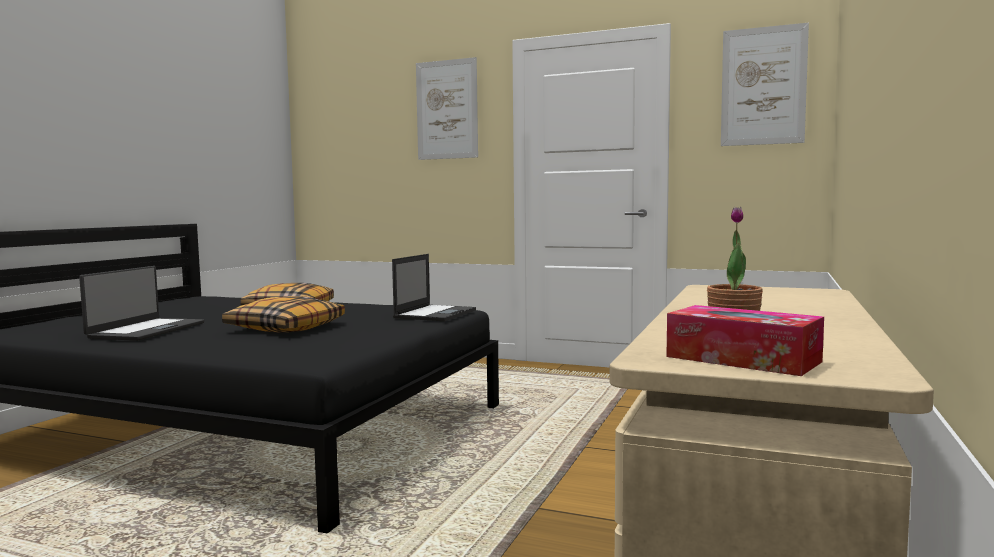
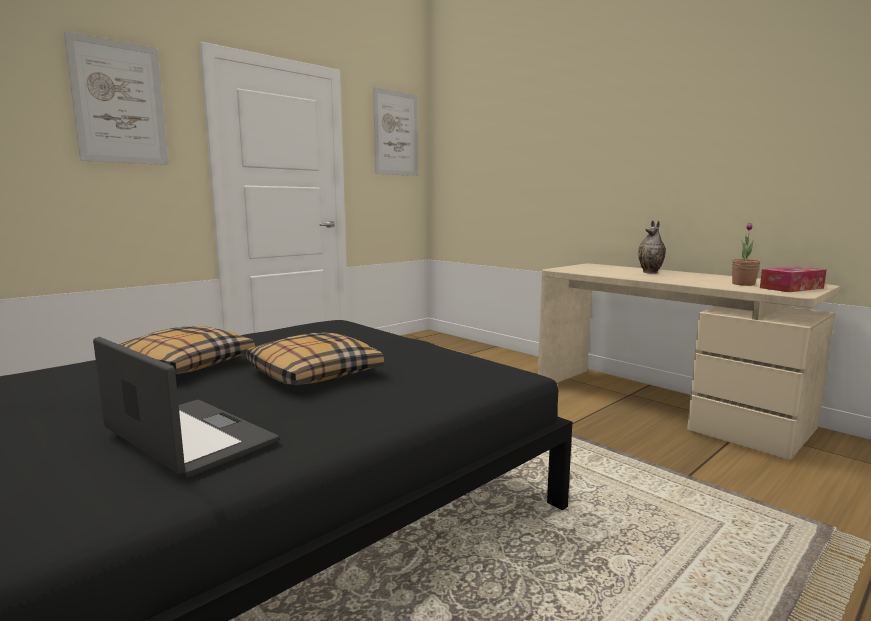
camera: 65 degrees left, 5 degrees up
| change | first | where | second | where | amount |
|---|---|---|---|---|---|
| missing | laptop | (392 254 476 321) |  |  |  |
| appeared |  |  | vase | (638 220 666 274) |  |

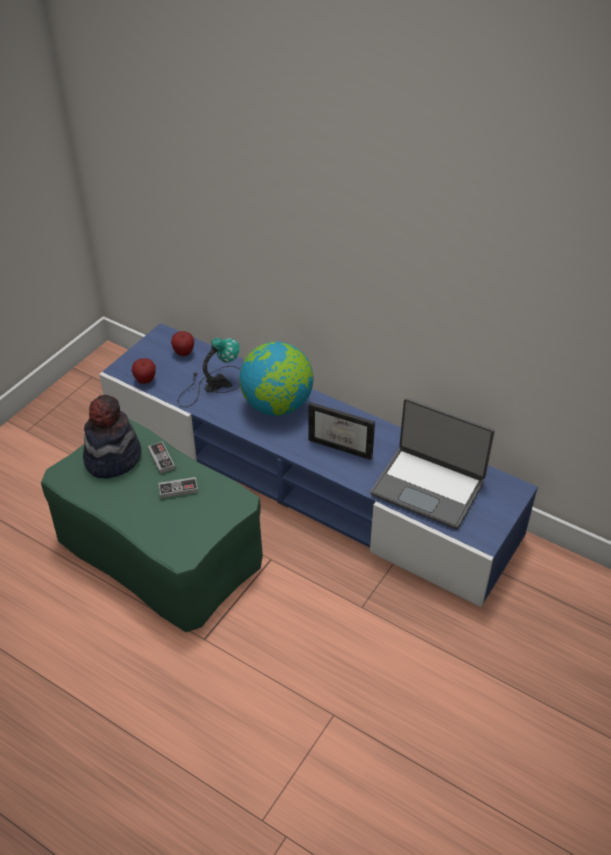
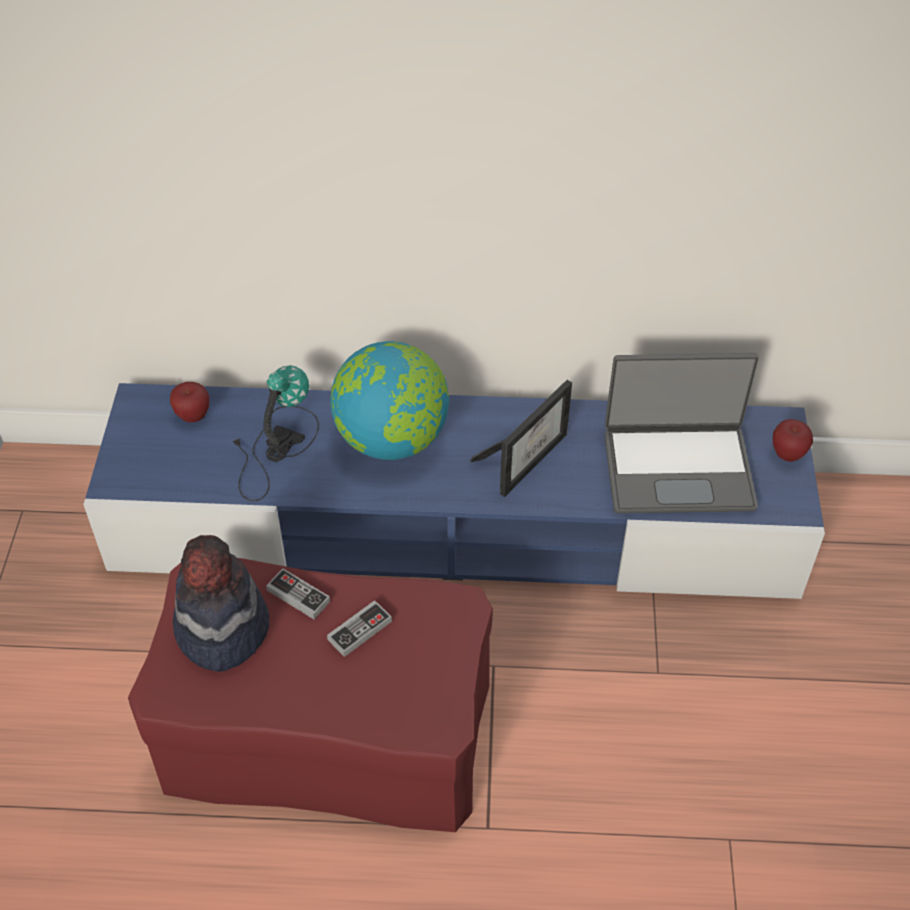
camera: 30 degrees left, 5 degrees up
| change | first | where | second | where | amount |
|---|---|---|---|---|---|
| relocated | apple | (132 358 156 384) |  | (773 419 813 462) |  |
| colour | green ottoman | (41 418 263 632) | red ottoman | (128 558 493 832) |  |
| spun | picture frame | (309 402 375 460) |  | (470 380 572 497) | 45 degrees counterclockwise |

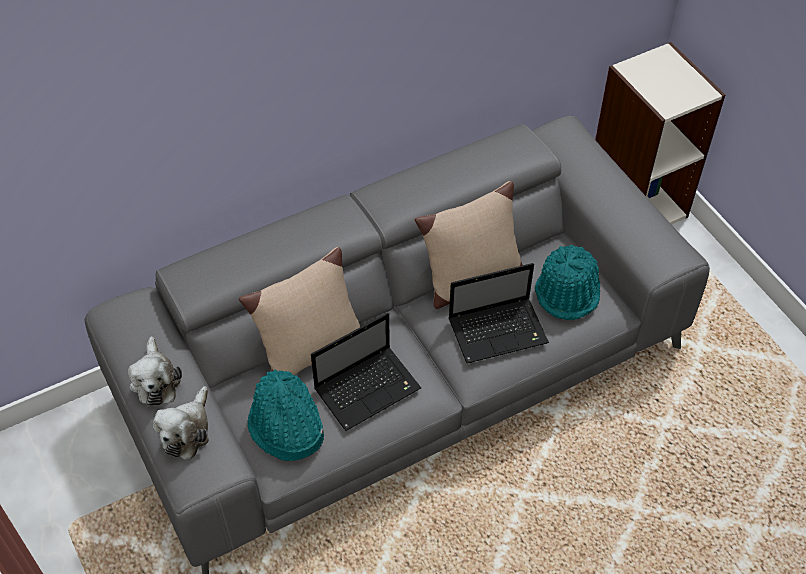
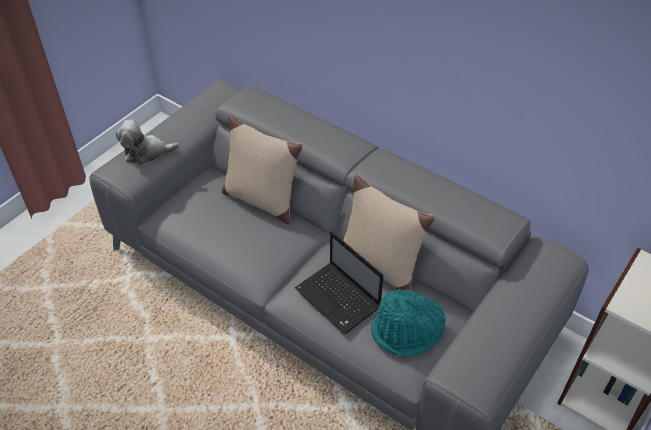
camera: 65 degrees right, 5 degrees down
| change | first | where | second | where | amount |
|---|---|---|---|---|---|
| missing | plush toy | (128 336 182 407) |  |  |  |
| missing | turquoise hat | (247 370 324 461) |  |  |  |
| missing | laptop | (311 313 421 431) |  |  |  |

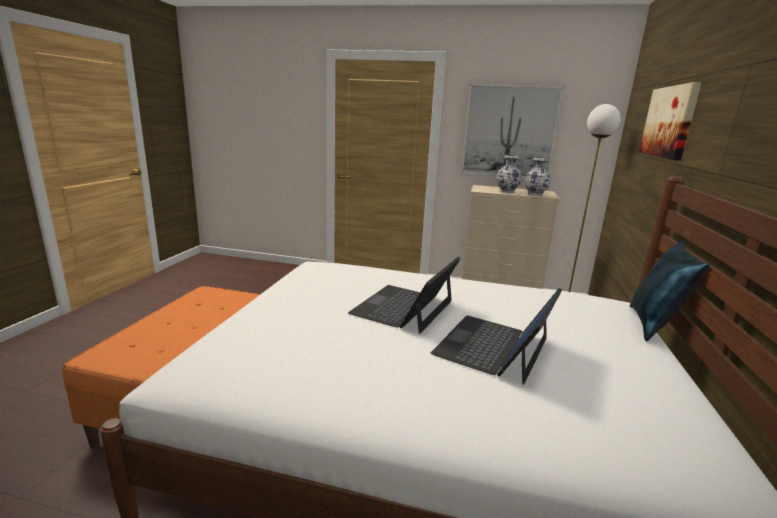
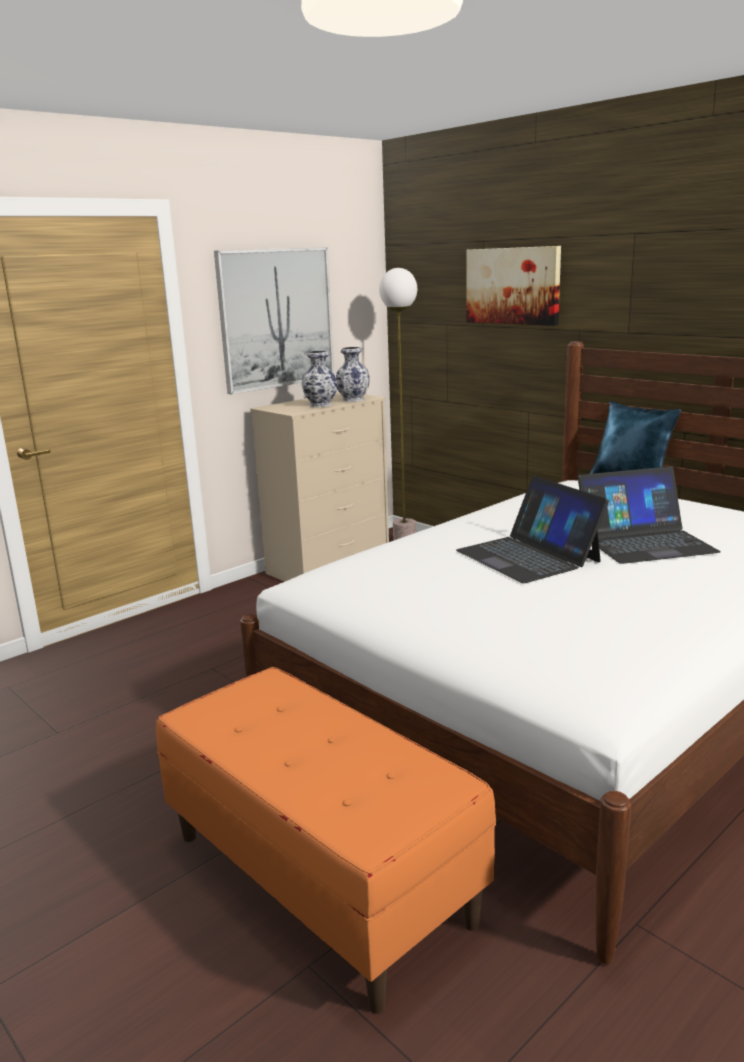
camera: 55 degrees left, 0 degrees up
| change | first | where | second | where | amount |
|---|---|---|---|---|---|
| spun | laptop | (431 288 562 385) |  | (578 466 721 564) | 75 degrees counterclockwise |

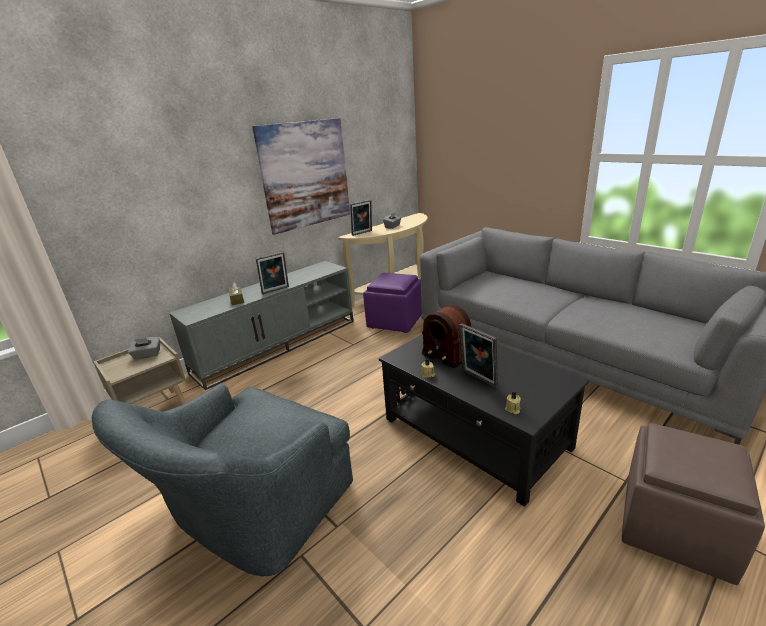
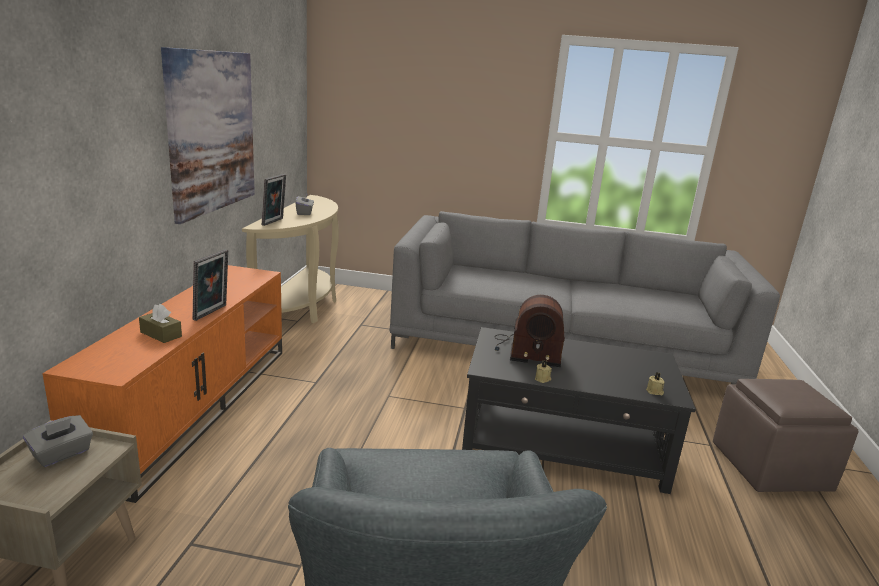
camera: 40 degrees left, 5 degrees down
| change | first | where | second | where | amount |
|---|---|---|---|---|---|
| missing | purple ottoman | (363 273 422 333) |  |  |  |
| missing | picture frame | (459 323 498 388) |  |  |  |
| colour | grey tv stand | (169 261 354 390) | orange tv stand | (42 265 282 503) |  |

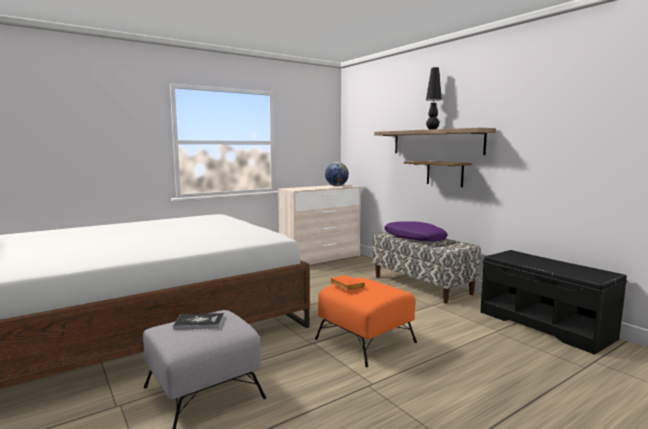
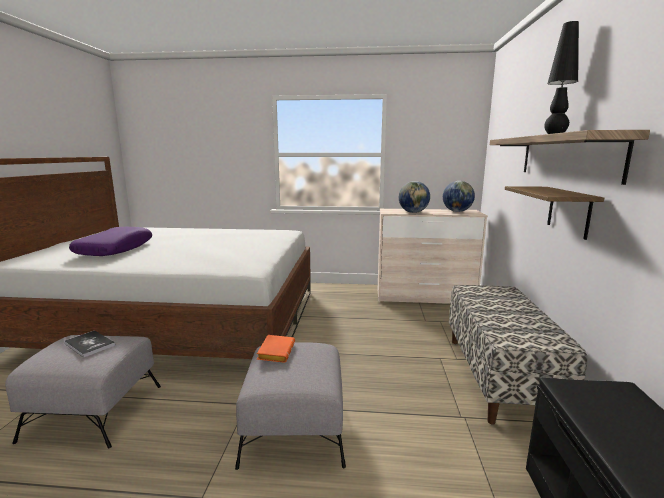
camera: 40 degrees right, 5 degrees up
| change | first | where | second | where | amount |
|---|---|---|---|---|---|
| appeared |  |  | globe | (399 181 430 213) |  |
| relocated | purple pillow | (384 221 447 242) |  | (69 227 152 256) |  |
| colour | orange ottoman | (315 278 417 367) | grey ottoman | (235 342 346 470) |  |

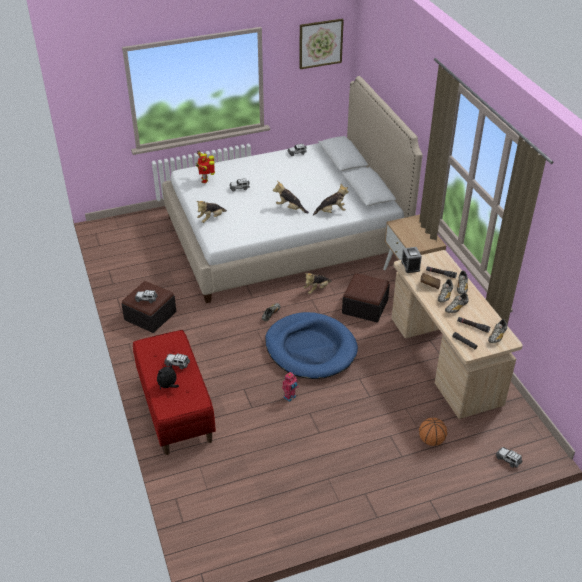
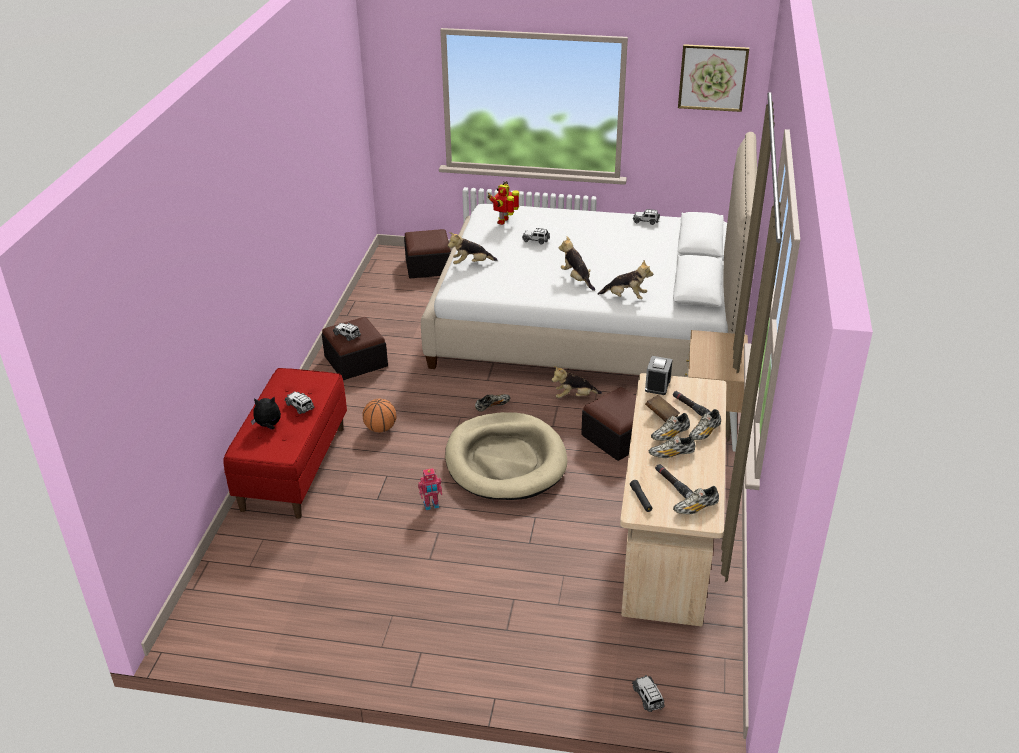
camera: 30 degrees right, 5 degrees down
| change | first | where | second | where | amount |
|---|---|---|---|---|---|
| appeared |  |  | ottoman | (404 229 451 278) |  |
| relocated | basketball | (419 418 447 446) |  | (363 399 396 433) |  |
| colour | blue dog bed | (265 312 358 379) | beige dog bed | (445 412 567 500) |  |

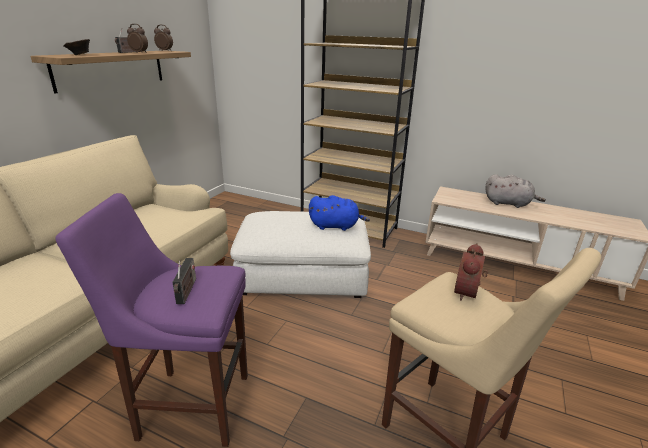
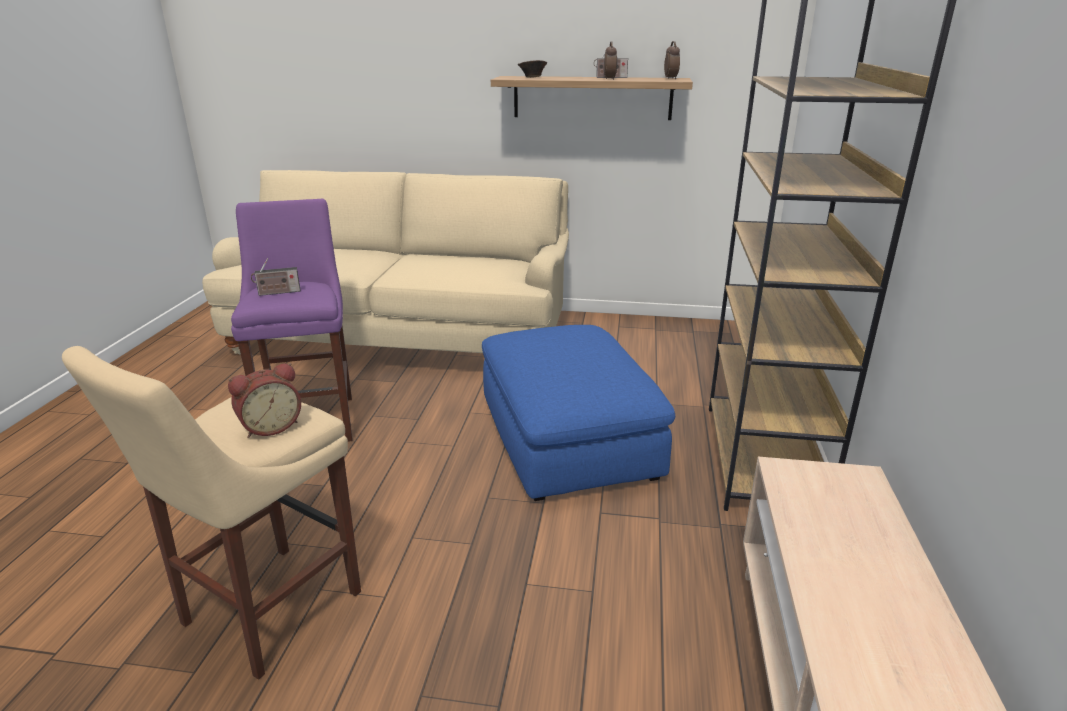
camera: 75 degrees right, 0 degrees up
| change | first | where | second | where | amount |
|---|---|---|---|---|---|
| missing | blue plush toy | (309 195 370 231) |  |  |  |
| missing | grey plush toy | (485 174 546 208) |  |  |  |
| colour | white ottoman | (230 211 371 298) | blue ottoman | (482 325 675 501) |  |
| spun | alarm clock | (454 243 488 301) |  | (228 363 301 438) | 135 degrees clockwise |

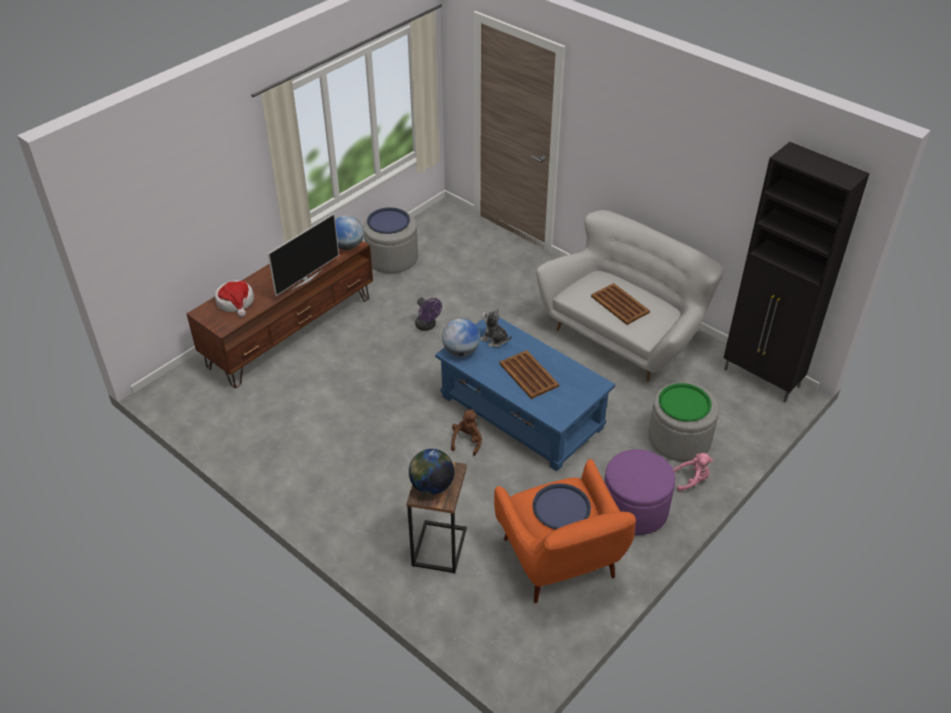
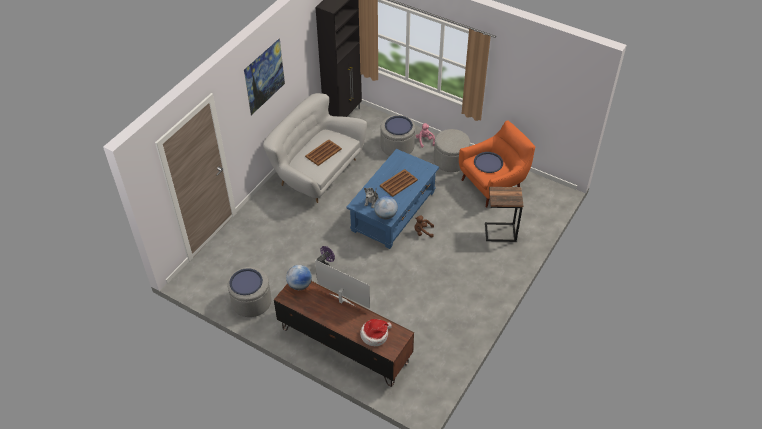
camera: 100 degrees left, 5 degrees up
| change | first | where | second | where | amount |
|---|---|---|---|---|---|
| missing | globe | (409 449 454 495) |  |  |  |
| appeared |  |  | picture | (244 38 285 115) |  |
| colour | purple ottoman | (604 449 675 535) | grey ottoman | (434 129 470 172) |  |
| colour | green tray | (659 383 711 422) | blue tray | (385 116 413 135) |  |

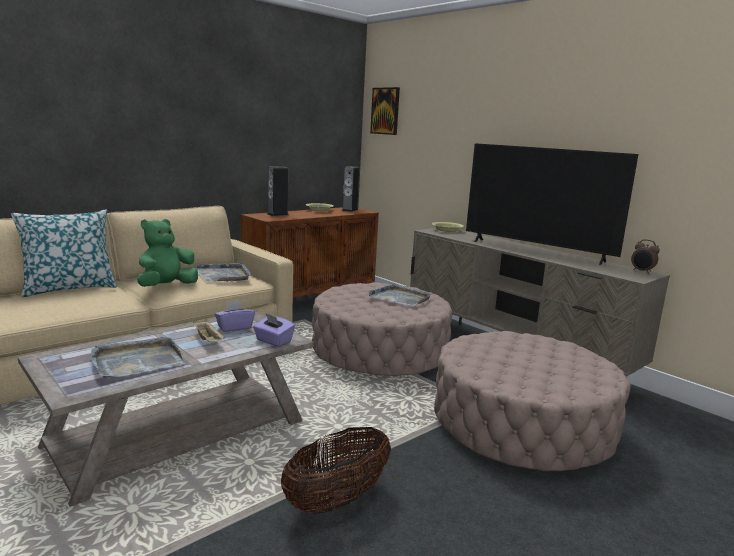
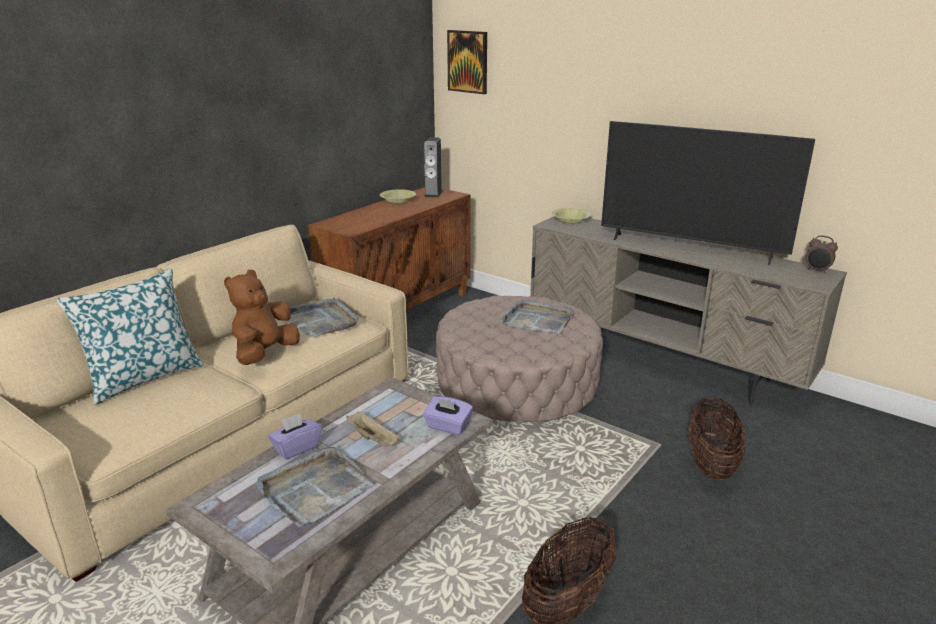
camera: 10 degrees left, 10 degrees up
| change | first | where | second | where | amount |
|---|---|---|---|---|---|
| missing | speaker | (267 166 289 216) |  |  |  |
| relocated | purple tissue box | (215 300 255 332) |  | (268 413 322 460) |  |
| exchanged | beige ottoman | (434 331 631 471) | basket | (688 397 745 480) |  |
| colour | green plush toy | (137 219 198 287) | brown plush toy | (224 270 300 365) |  |

